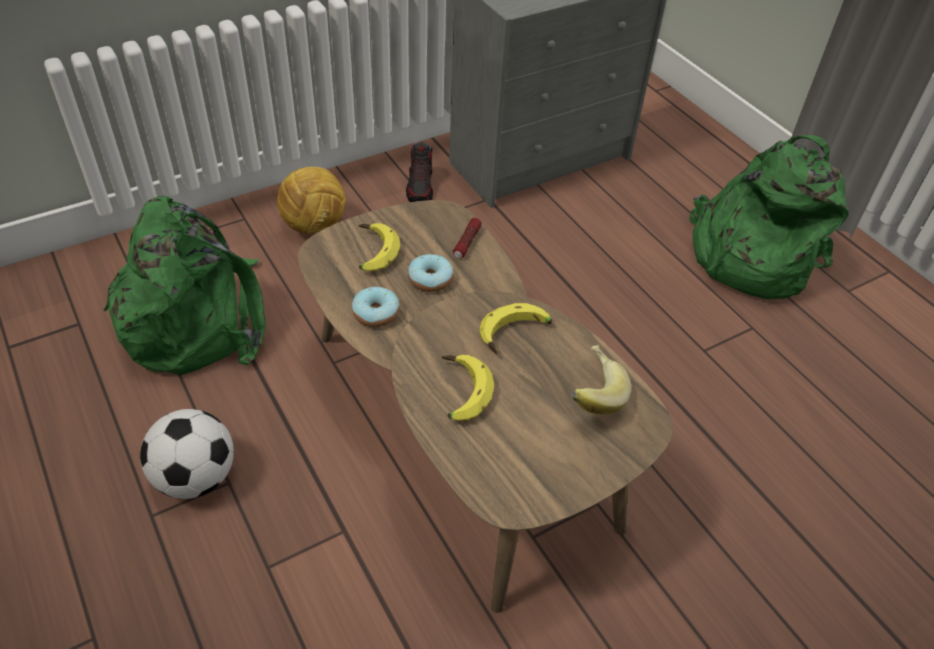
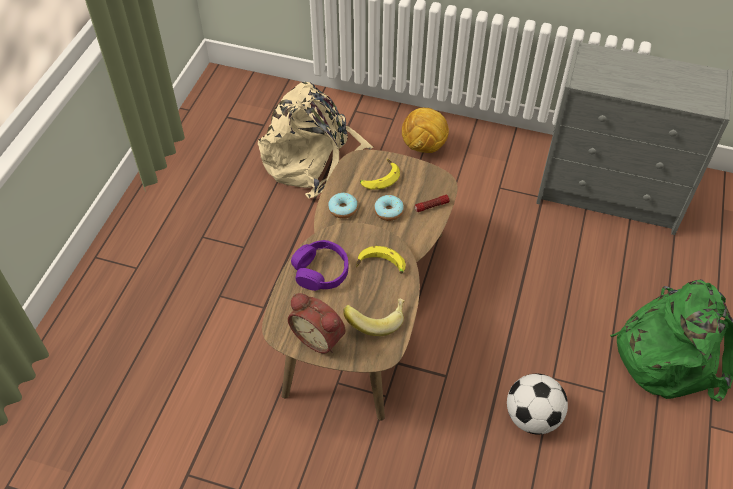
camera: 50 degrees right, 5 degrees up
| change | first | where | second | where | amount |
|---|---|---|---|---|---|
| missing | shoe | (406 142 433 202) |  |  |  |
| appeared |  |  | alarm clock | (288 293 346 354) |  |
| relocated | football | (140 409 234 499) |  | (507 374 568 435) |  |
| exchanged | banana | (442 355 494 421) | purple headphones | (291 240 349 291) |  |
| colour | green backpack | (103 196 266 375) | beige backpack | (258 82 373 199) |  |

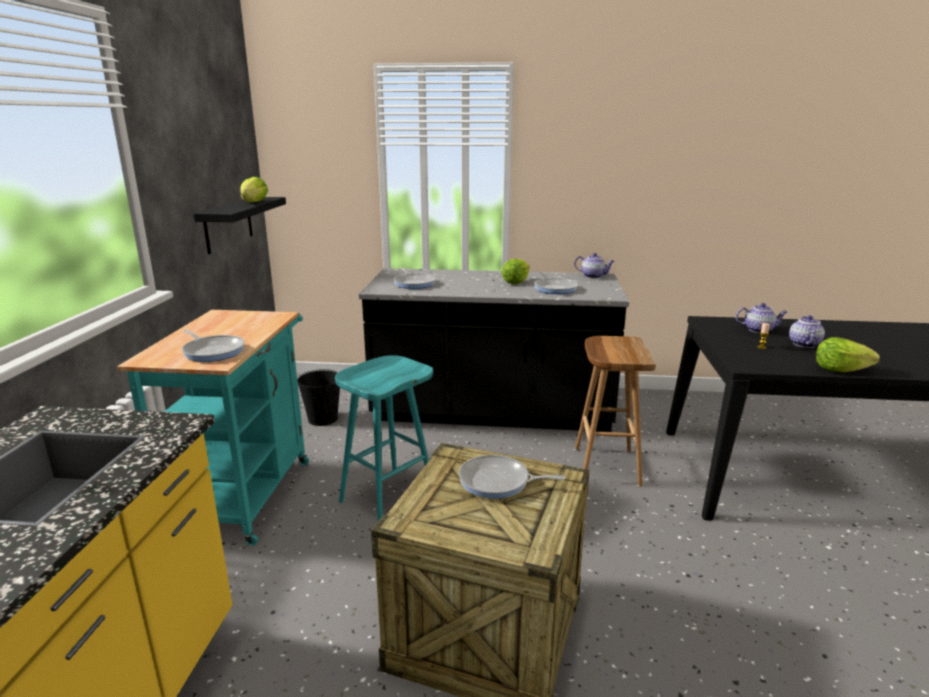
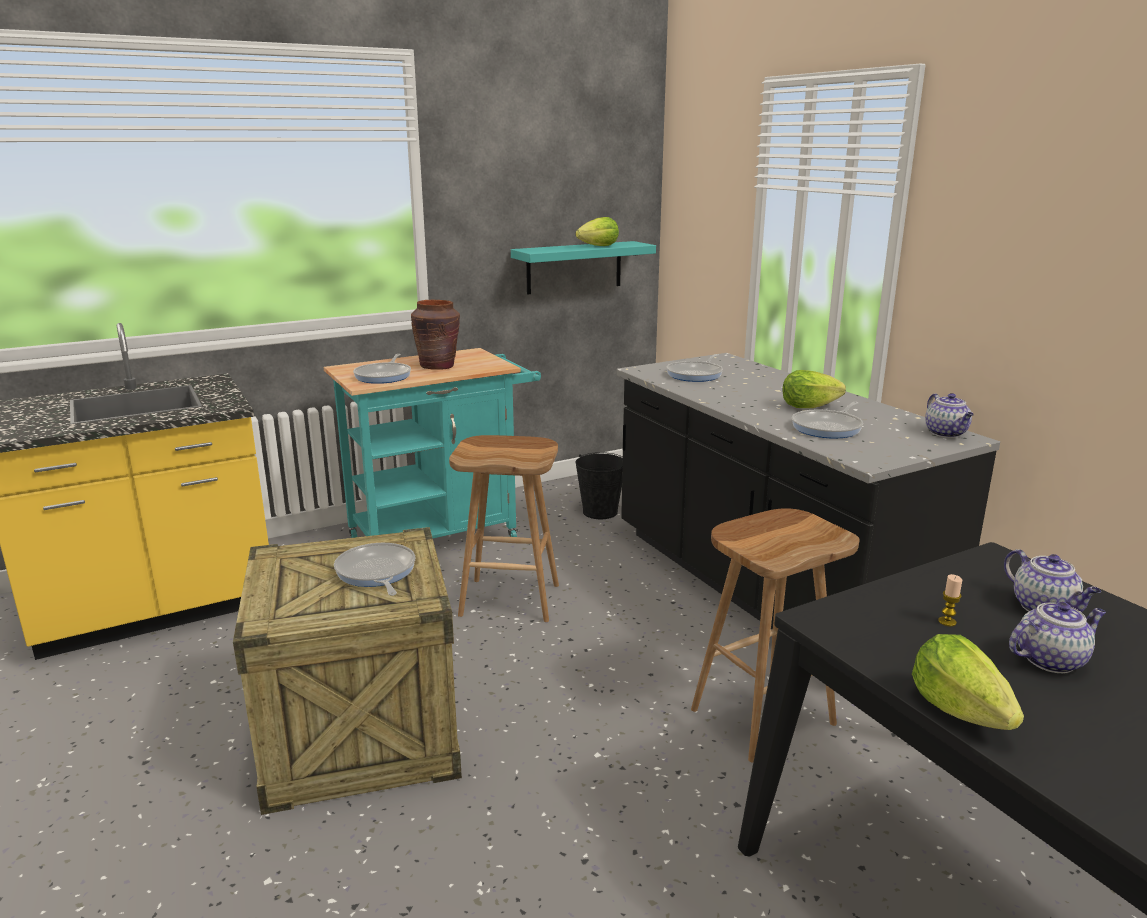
camera: 55 degrees right, 0 degrees up
| change | first | where | second | where | amount |
|---|---|---|---|---|---|
| appeared |  |  | brown vase | (411 300 460 370) |  |
| colour | black shelf | (194 197 286 254) | turquoise shelf | (511 241 656 294) |  |
| colour | turquoise stool | (335 355 433 521) | brown stool | (449 435 559 622) |  |

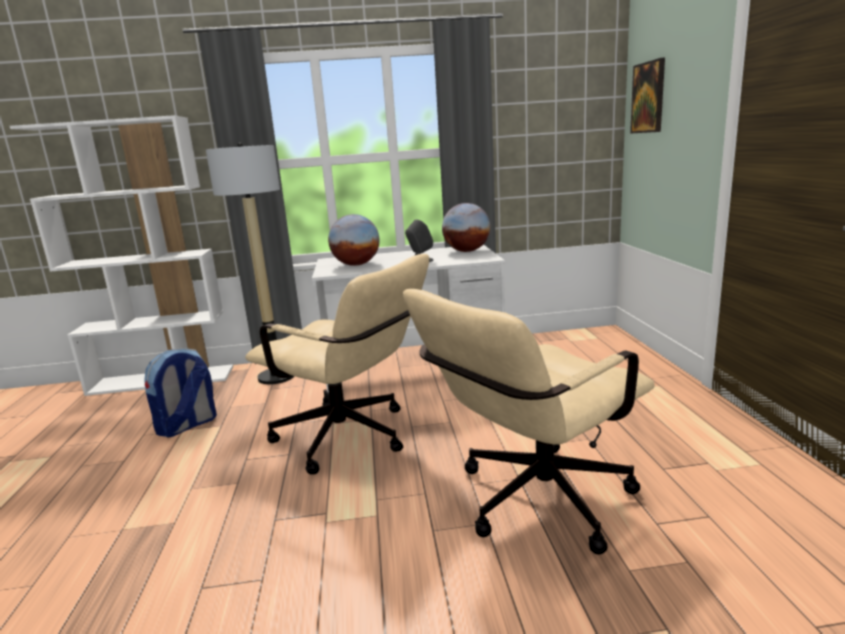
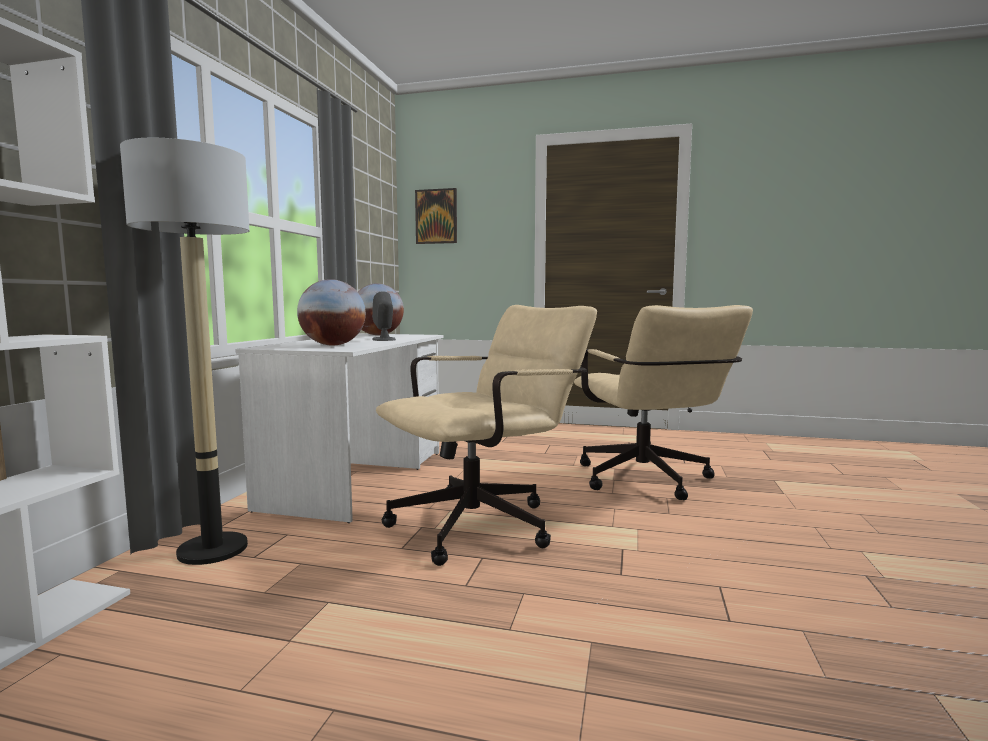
camera: 70 degrees left, 10 degrees down
| change | first | where | second | where | amount |
|---|---|---|---|---|---|
| missing | backpack | (144 348 217 437) |  |  |  |

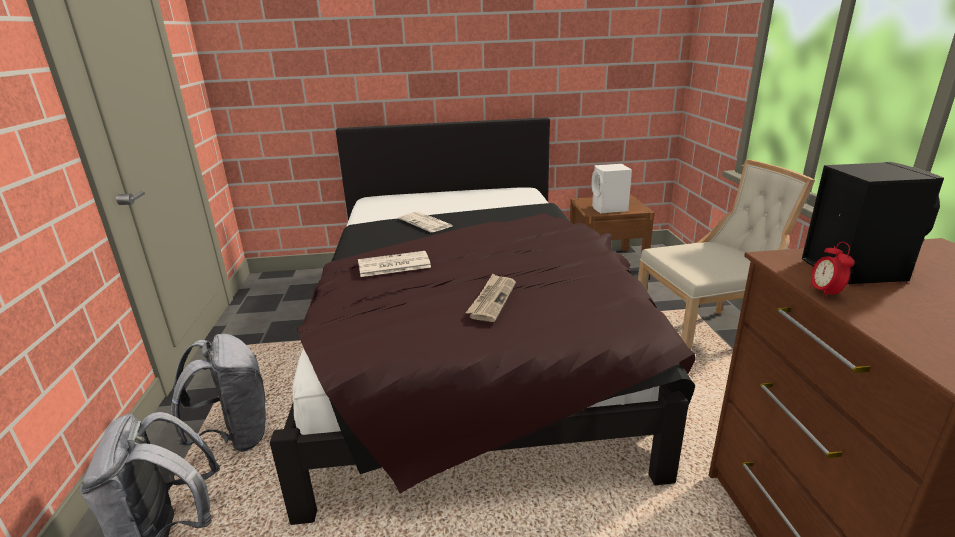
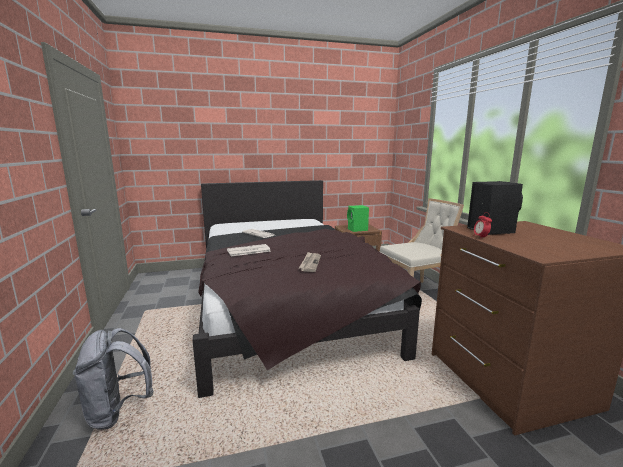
camera: 10 degrees left, 10 degrees down
| change | first | where | second | where | amount |
|---|---|---|---|---|---|
| missing | grey backpack | (171 334 267 452) |  |  |  |
| colour | white speaker | (592 164 632 213) | green speaker | (347 205 369 232) |  |

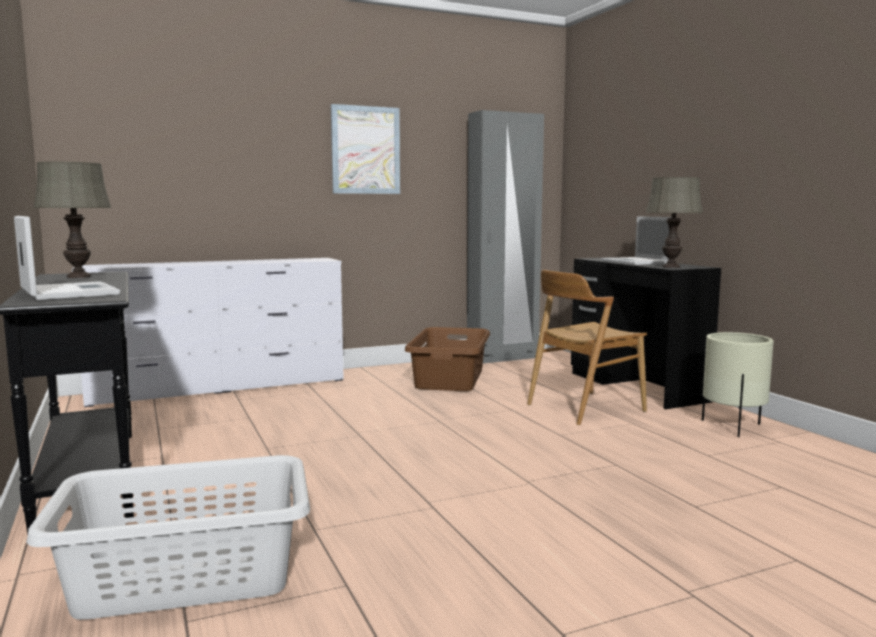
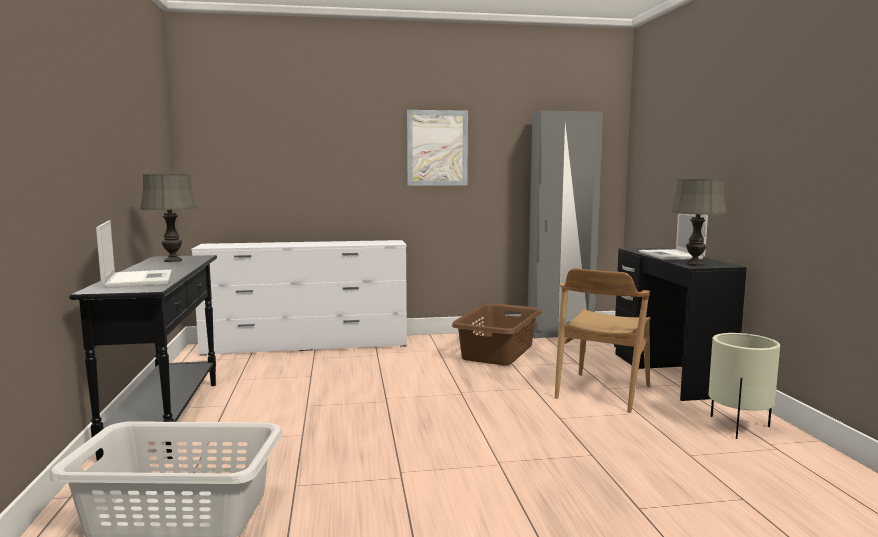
camera: 15 degrees right, 0 degrees up
| change | first | where | second | where | amount |
|---|---|---|---|---|---|
| spun | brown chair | (527 270 647 425) |  | (555 268 651 413) | 45 degrees counterclockwise |

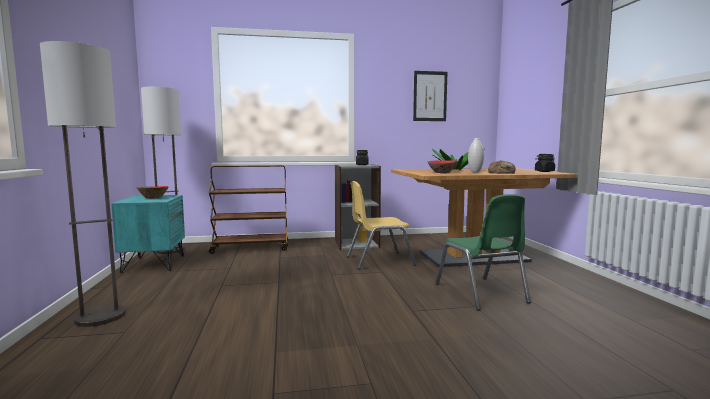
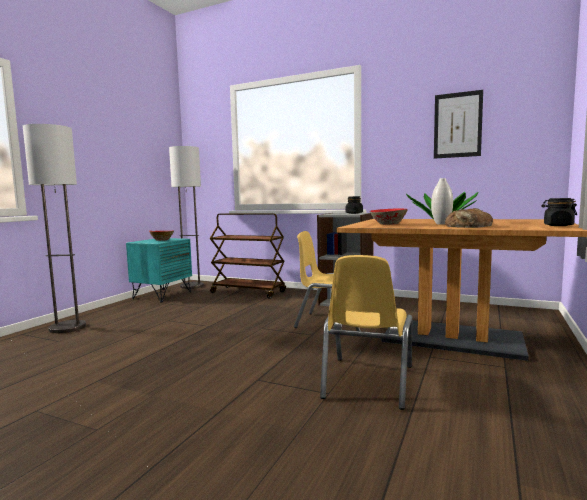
camera: 35 degrees right, 0 degrees up
| change | first | where | second | where | amount |
|---|---|---|---|---|---|
| colour | green chair | (436 194 531 310) | yellow chair | (320 255 412 410) |  |

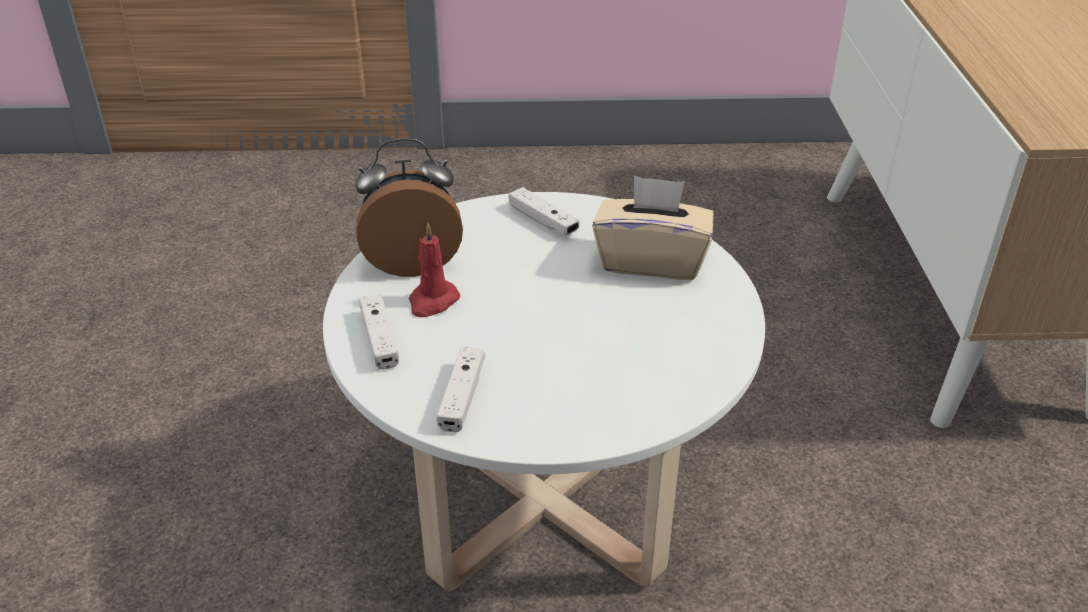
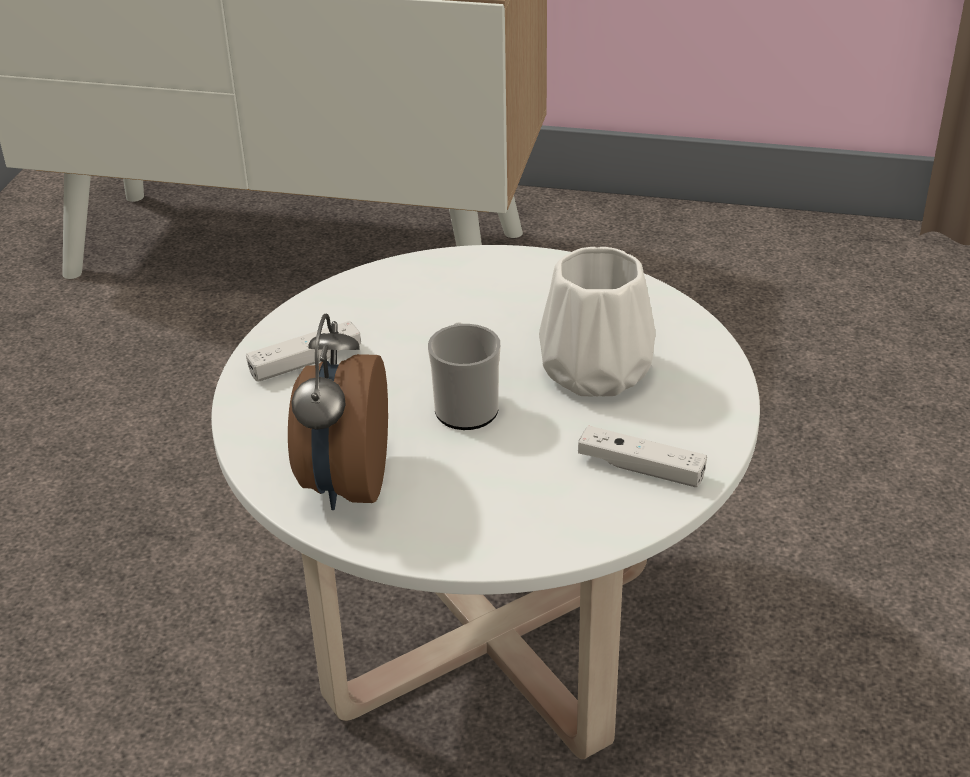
camera: 75 degrees left, 0 degrees up
| change | first | where | second | where | amount |
|---|---|---|---|---|---|
| missing | white game controller | (359 294 399 369) |  |  |  |
| missing | red candle | (409 223 460 317) |  |  |  |
| missing | beige tissue box | (592 176 714 280) |  |  |  |
| appeared |  |  | mug | (428 322 501 430) |  |
| appeared |  |  | white vase | (539 247 655 396) |  |

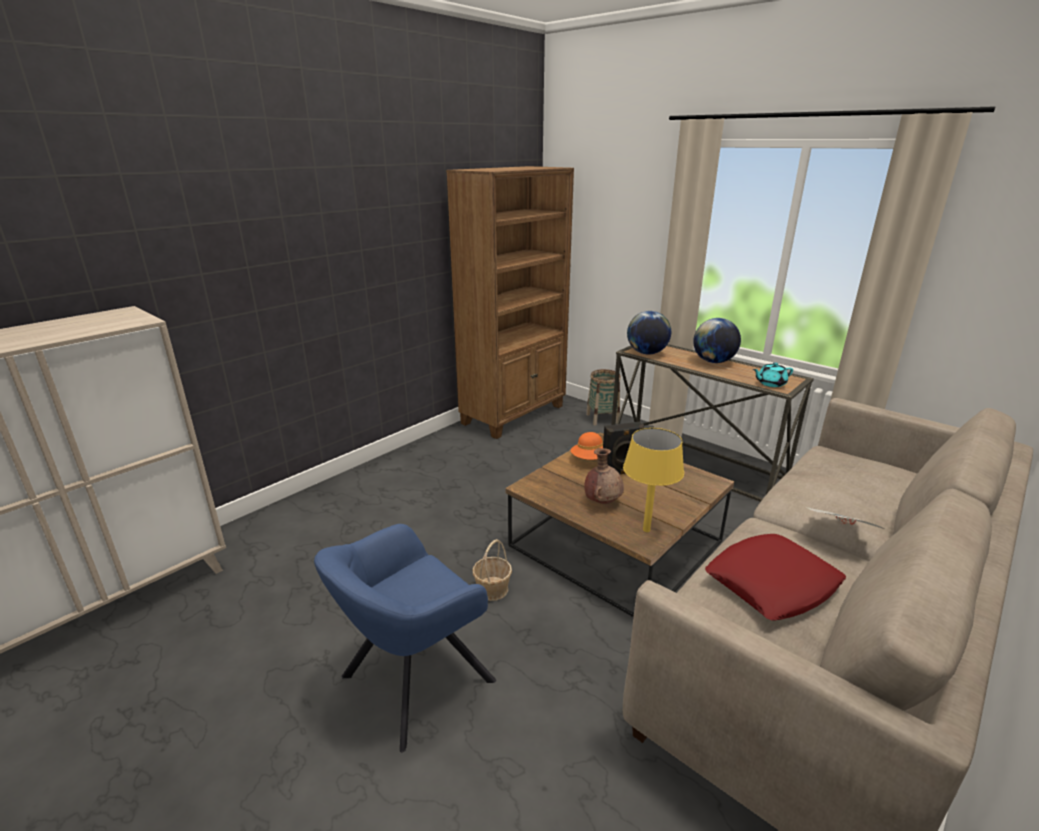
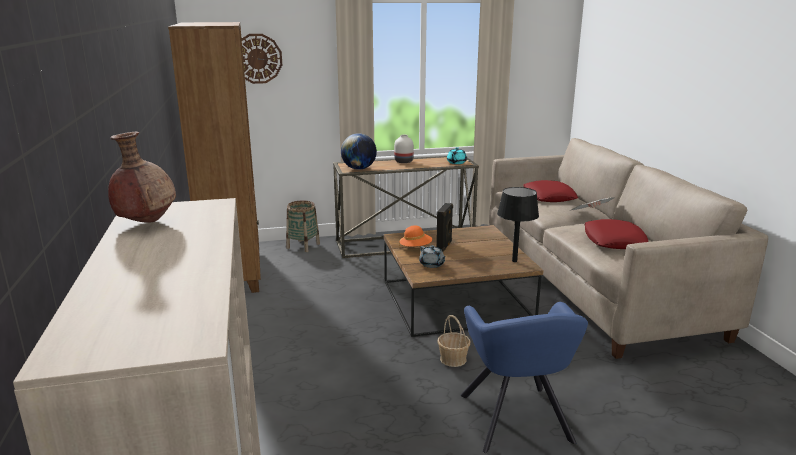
camera: 55 degrees left, 5 degrees down
| change | first | where | second | where | amount |
|---|---|---|---|---|---|
| appeared |  |  | wall clock | (242 34 282 84) |  |
| appeared |  |  | grey teapot | (419 245 446 268) |  |
| appeared |  |  | red pillow | (523 180 578 202) |  |
| relocated | brown vase | (584 448 624 504) |  | (108 132 176 223) |  |
| exchanged | globe | (693 318 741 363) | white vase | (394 135 414 163) |  |
| colour | yellow table lamp | (623 428 684 532) | black table lamp | (497 187 539 262) |  |

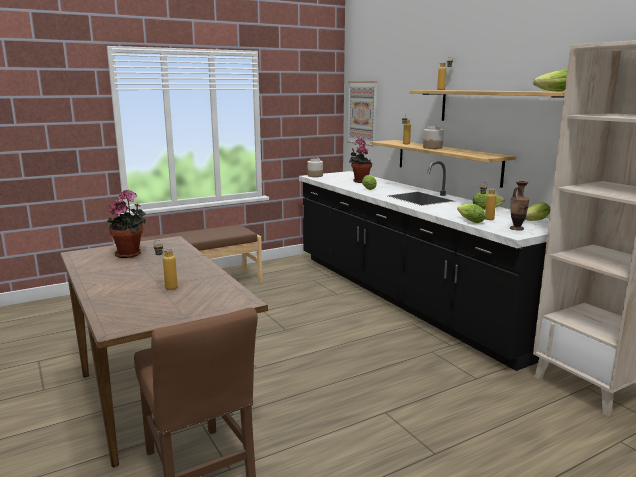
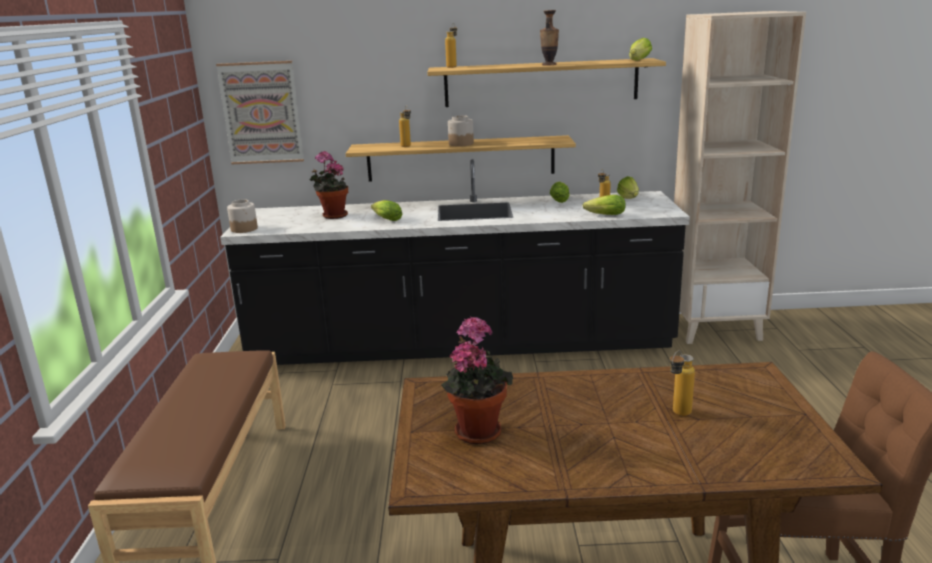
camera: 60 degrees left, 5 degrees up
| change | first | where | second | where | amount |
|---|---|---|---|---|---|
| relocated | vase | (510 181 530 231) |  | (540 10 559 66) |  |

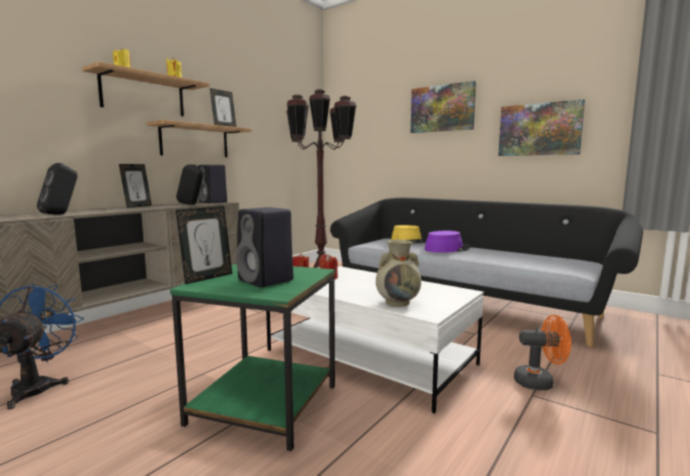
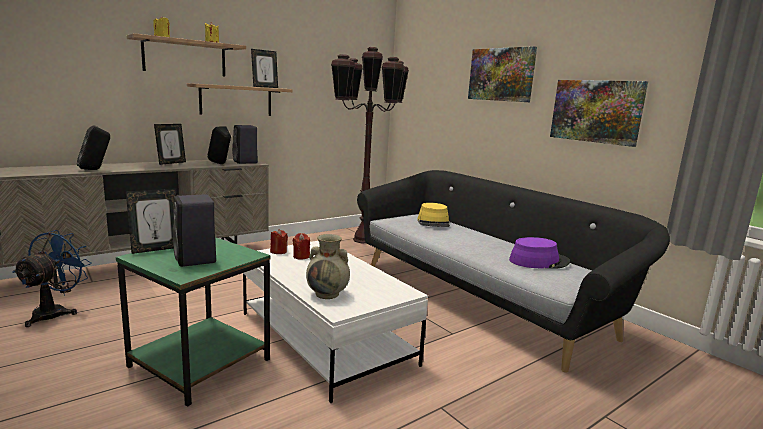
camera: 15 degrees right, 5 degrees up
| change | first | where | second | where | amount |
|---|---|---|---|---|---|
| missing | orange fan | (514 315 571 390) |  |  |  |
| relocated | purple hat | (425 231 471 253) |  | (509 237 570 269) |  |

